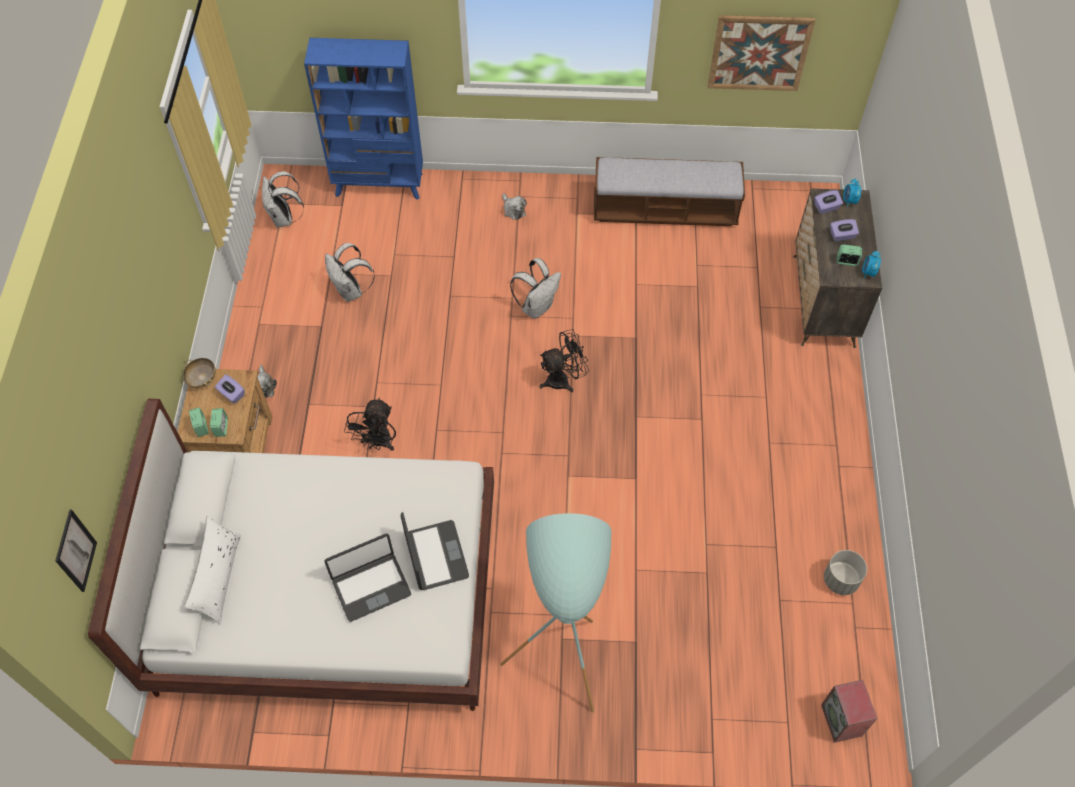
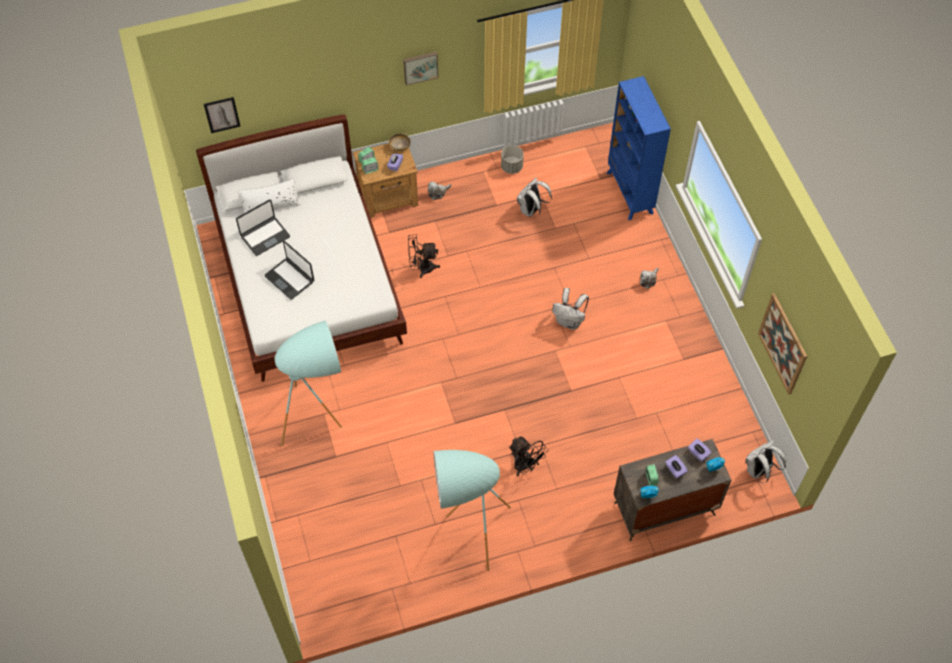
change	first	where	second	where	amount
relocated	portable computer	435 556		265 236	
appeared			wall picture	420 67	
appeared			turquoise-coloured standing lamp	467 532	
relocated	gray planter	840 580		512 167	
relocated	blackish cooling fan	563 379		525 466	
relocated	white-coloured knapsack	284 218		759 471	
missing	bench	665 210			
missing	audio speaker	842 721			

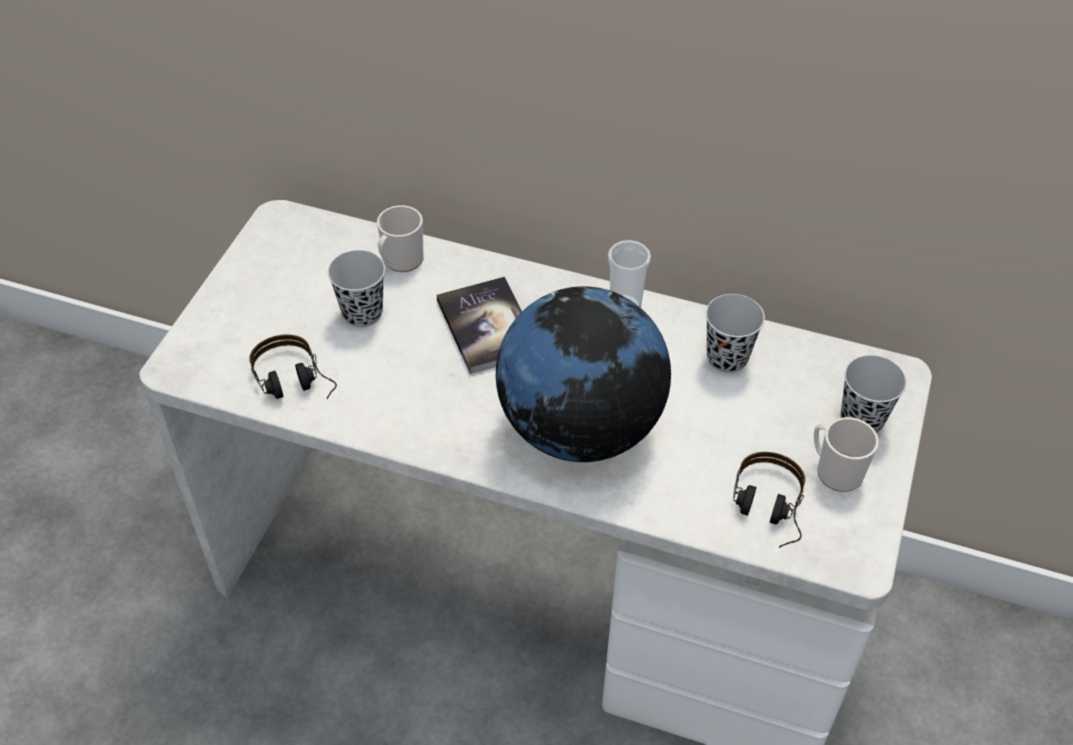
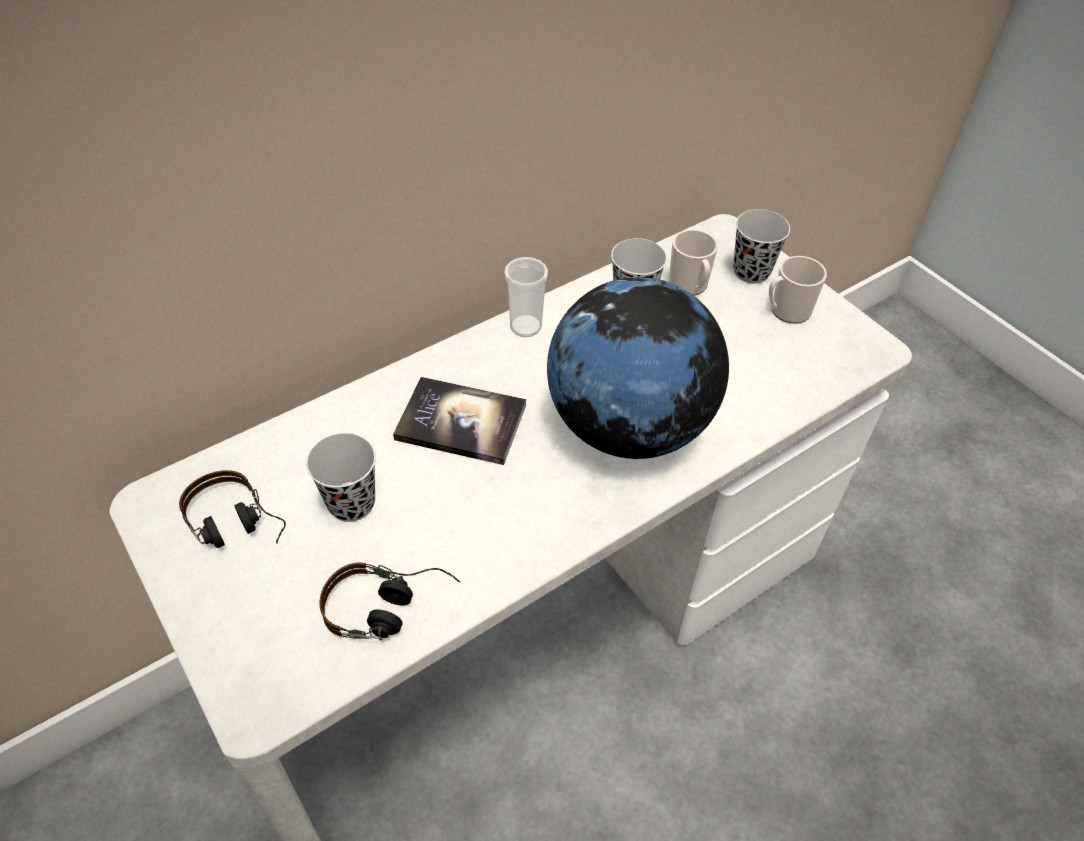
change	first	where	second	where	amount
relocated	headphones	766 513		237 529	
relocated	coffee mug	400 261		690 286	

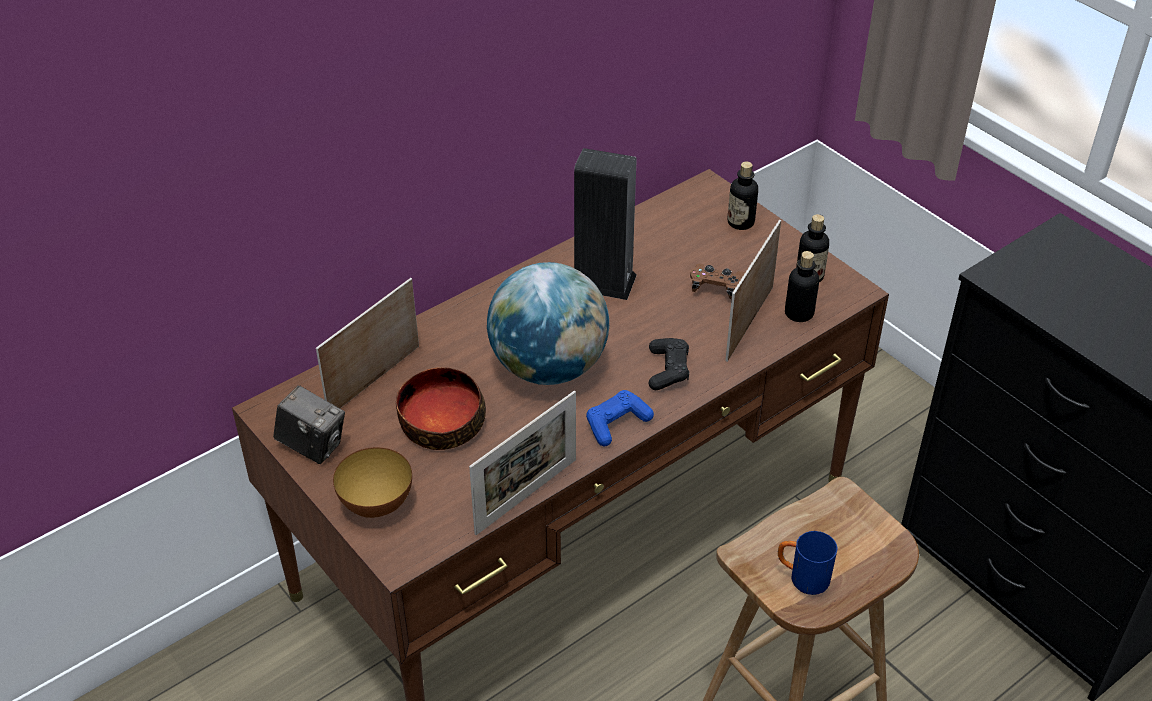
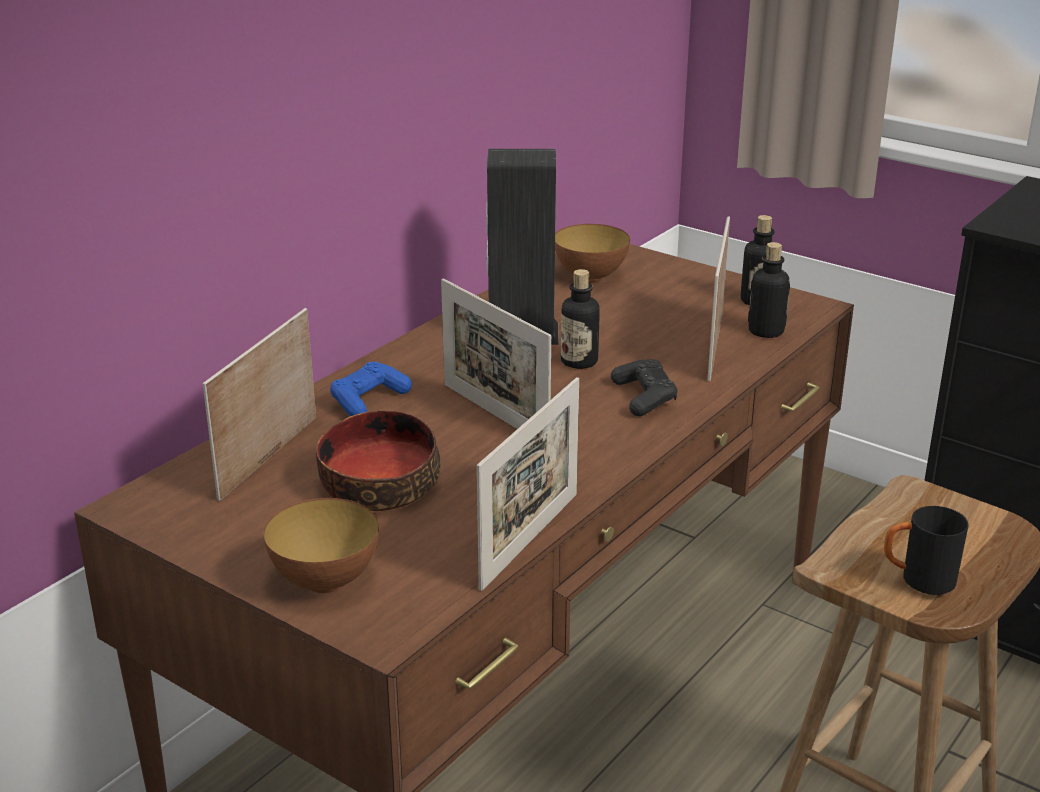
change	first	where	second	where	amount
relocated	blue-coloured joypad	616 424		368 401	
exchanged	desk globe	549 367	photo frame	495 414	
appeared			deep dish	590 277	
relocated	drink bottle	740 222		579 361	
colour	blue-coloured coffee mug	802 577	blackish coffee mug	917 580	
missing	photo camera	313 445			
missing	brownish joypad	716 287			

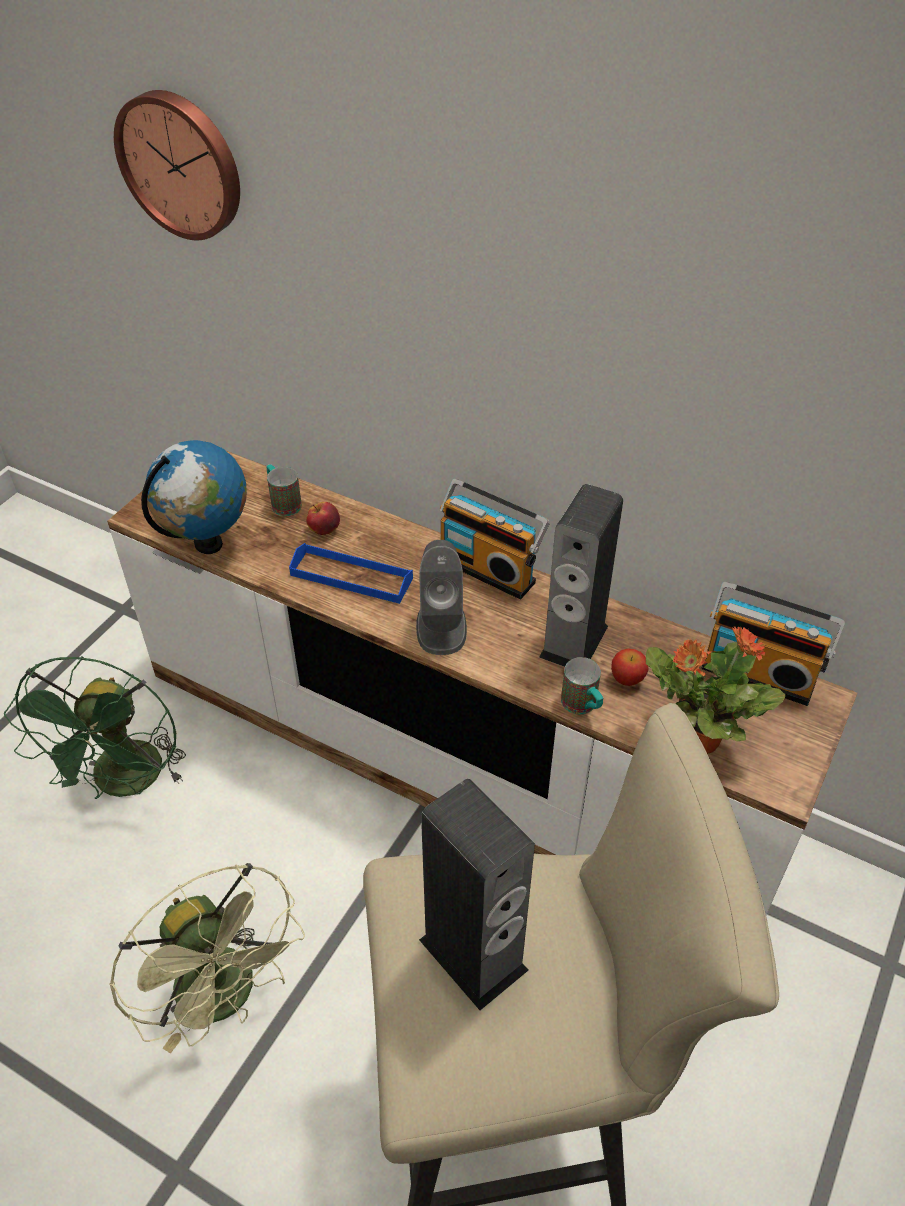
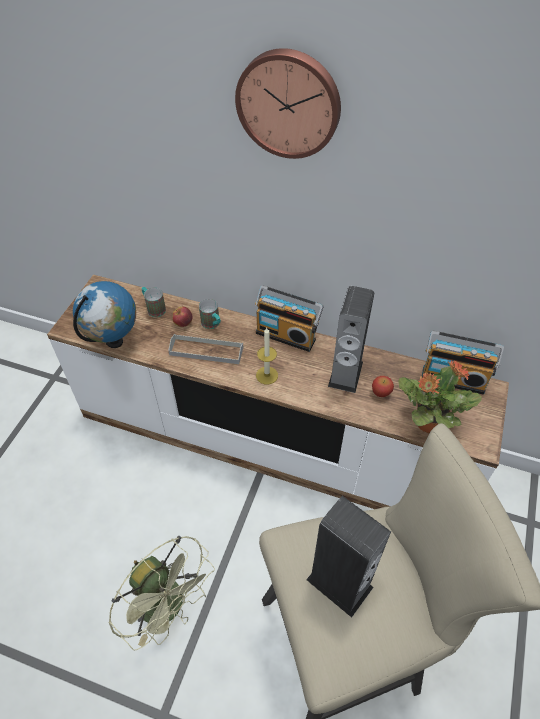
change	first	where	second	where	amount
colour	blue-coloured carrying tray	351 577	gray carrying tray	206 351	
relocated	coffee mug	583 706		212 325	
relocated	hanging clock	182 164		289 103	
exchanged	gray audio speaker	441 626	wax light	267 375	
missing	green-coloured cooling fan	126 783			

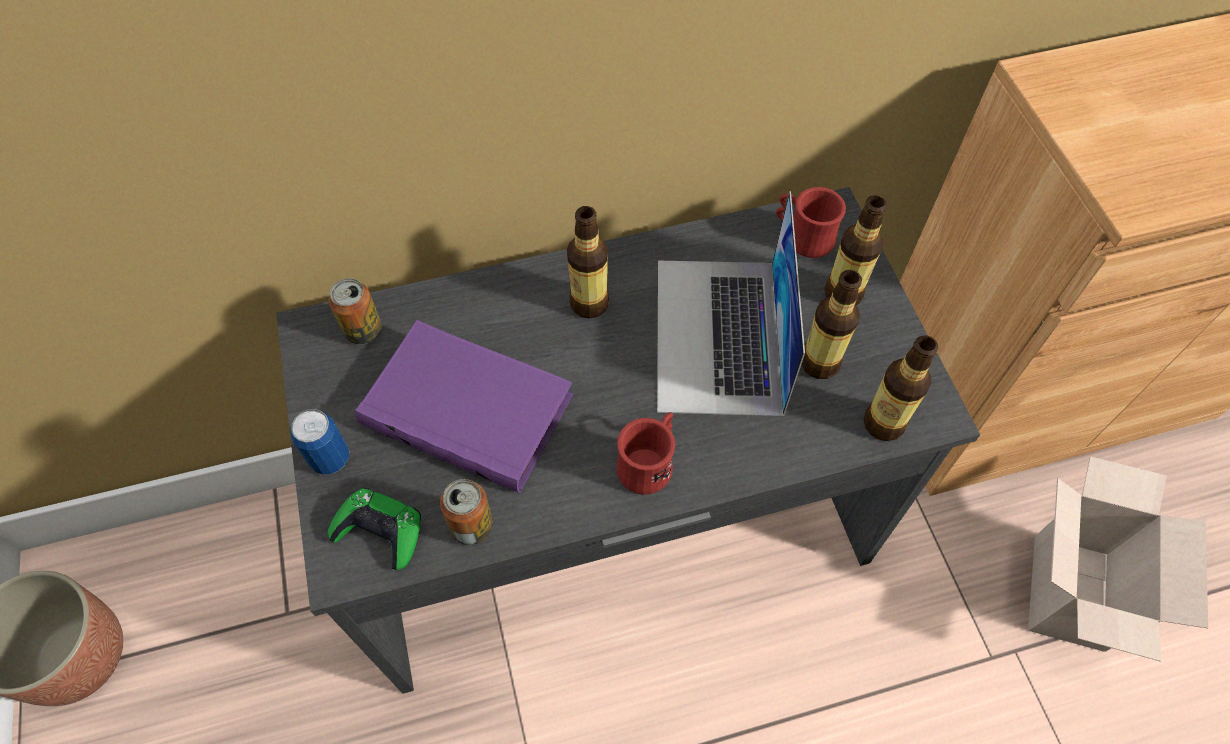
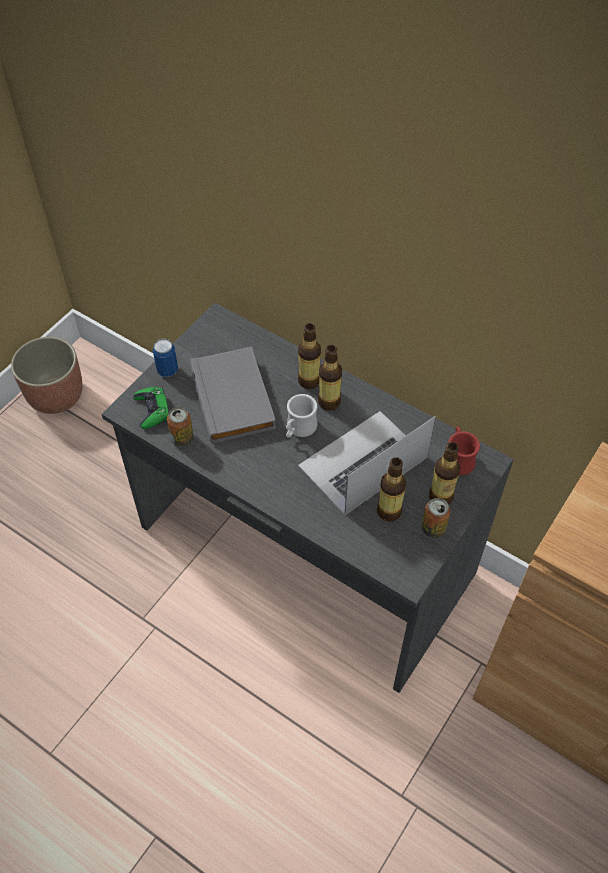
change	first	where	second	where	amount
colour	purplish book	471 407	gray book	235 398	
appeared			white-coloured coffee mug	299 429	
relocated	drink bottle	883 423		309 381	
relocated	can	363 330		433 529	
missing	red-coloured coffee mug	649 462			
missing	carton	1071 596			

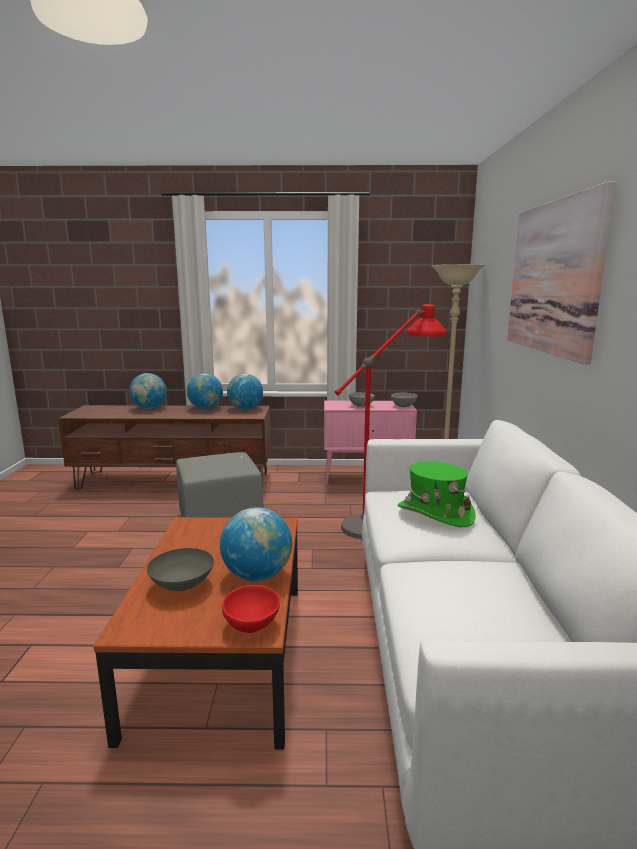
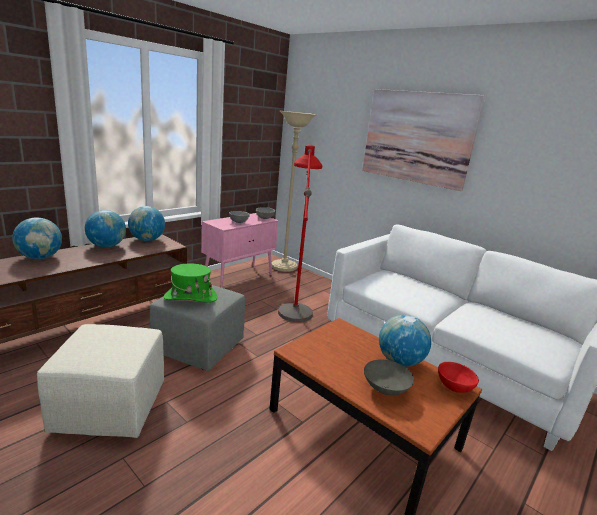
change	first	where	second	where	amount
appeared			beige-coloured ottoman	110 407	
relocated	green-coloured wearable hat	435 513		190 297	

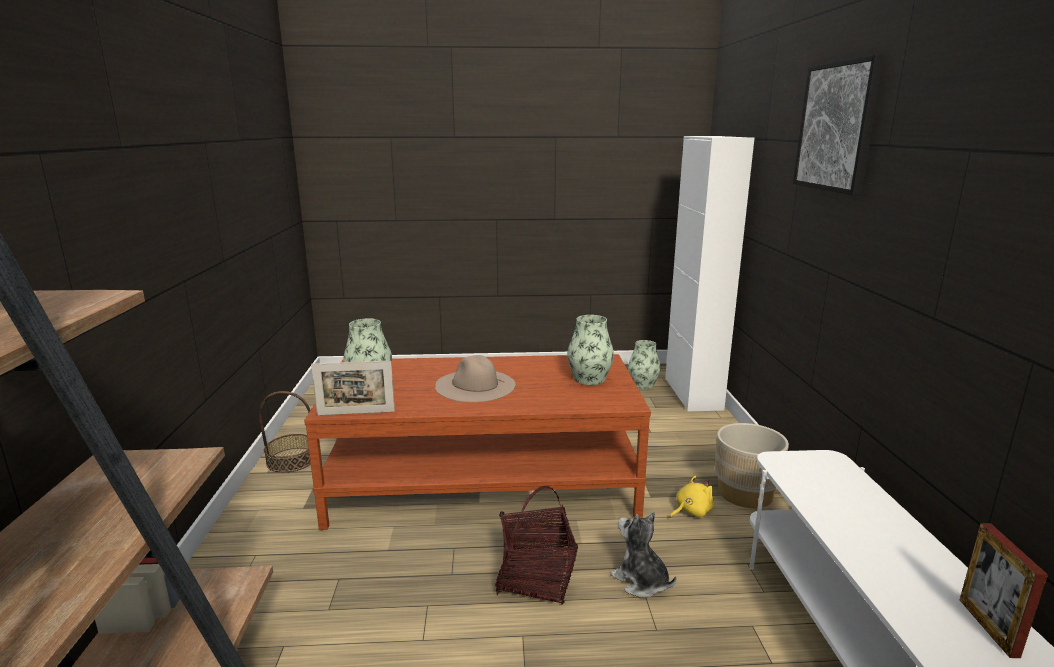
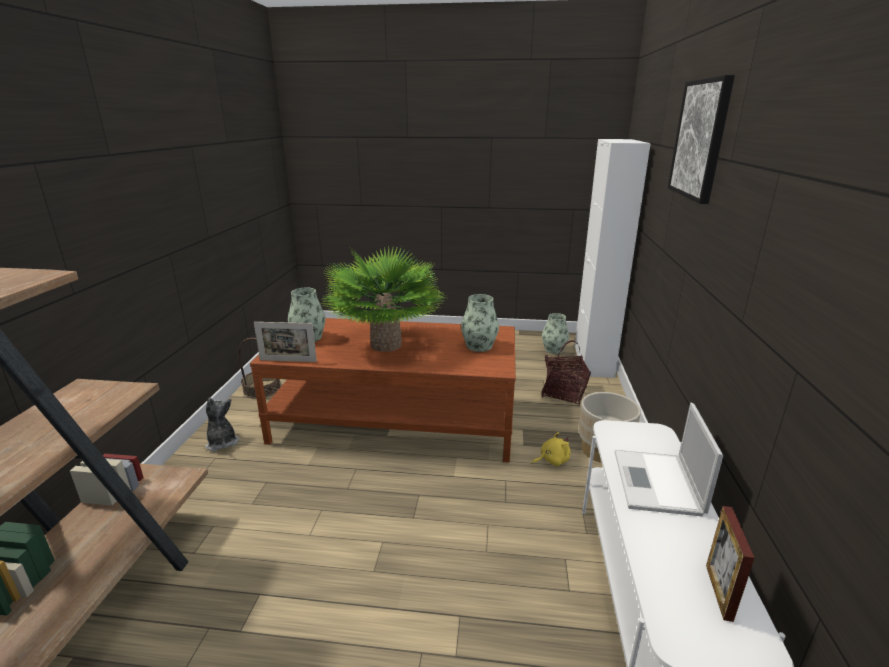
change	first	where	second	where	amount
relocated	cuddly toy	641 581		222 442	
exchanged	beige-coloured wearable hat	475 385	houseplant	386 345	
relocated	storage basket	537 577		564 393	
appeared			portable computer	657 483	

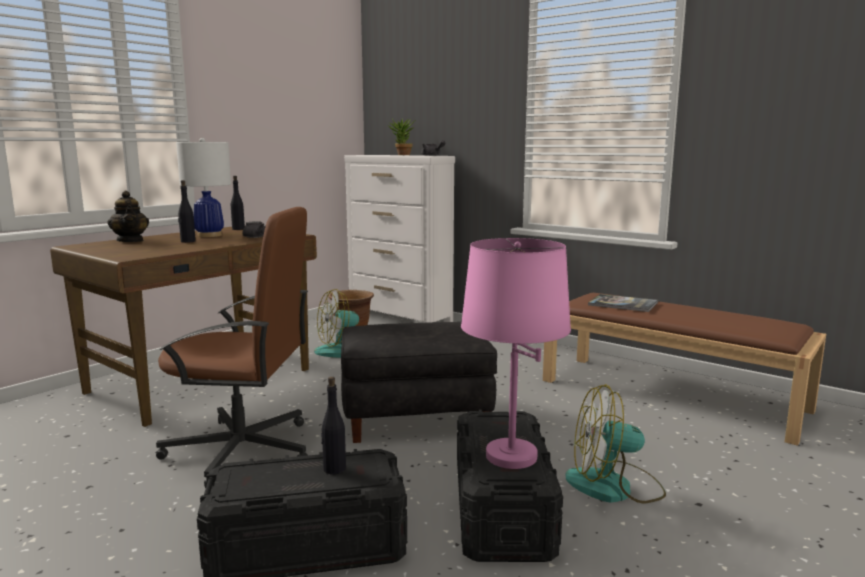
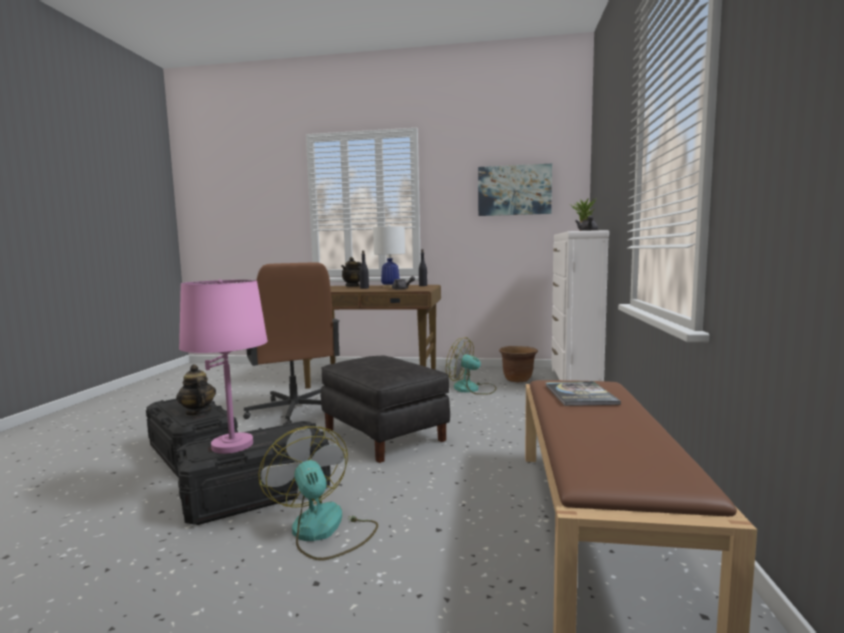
change	first	where	second	where	amount
exchanged	blackish drink bottle	334 469	tea pot	197 412	
appeared			wall picture	514 190	

